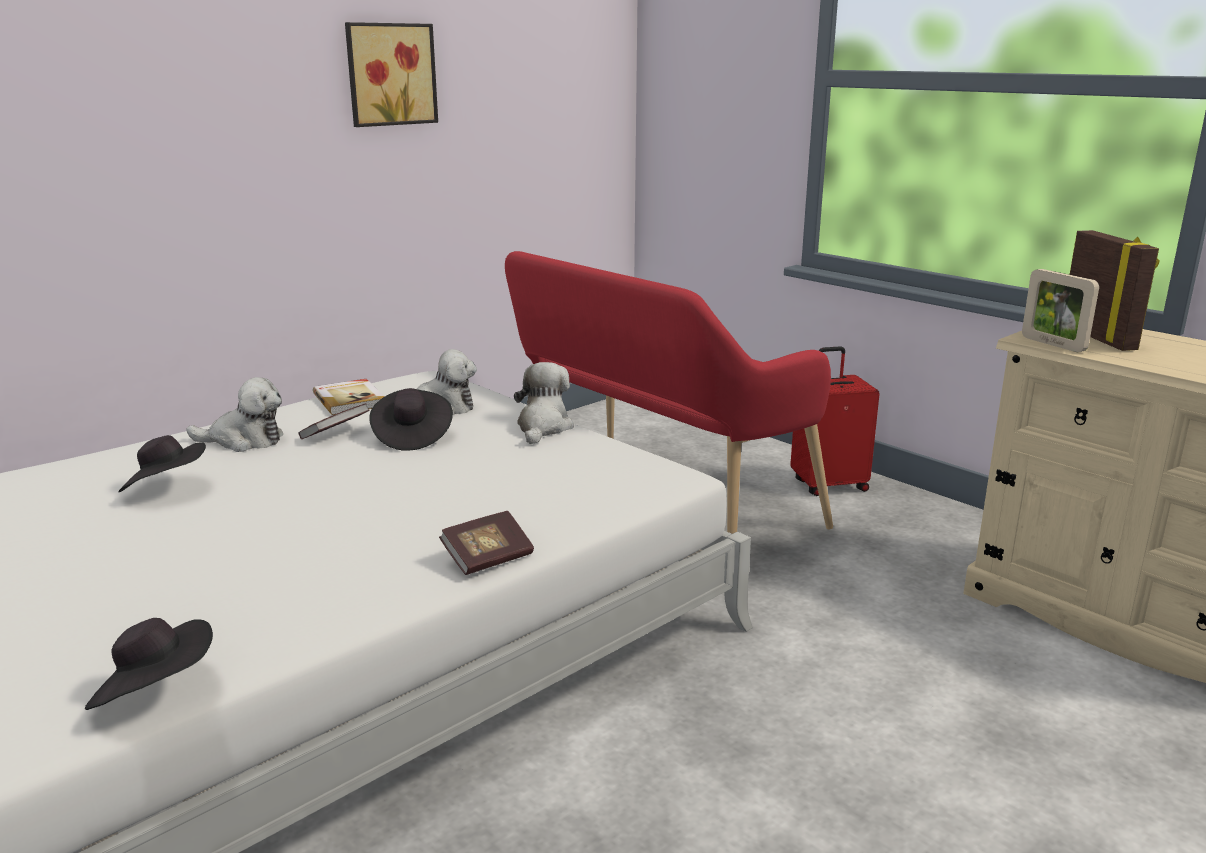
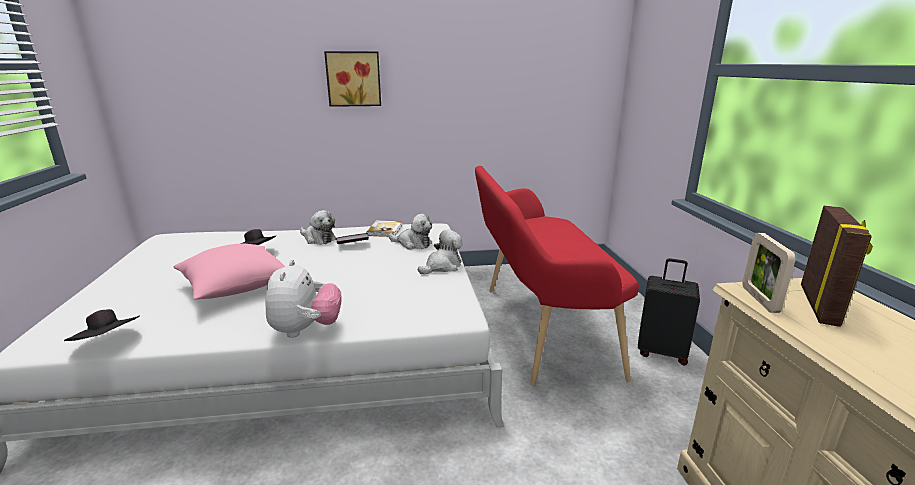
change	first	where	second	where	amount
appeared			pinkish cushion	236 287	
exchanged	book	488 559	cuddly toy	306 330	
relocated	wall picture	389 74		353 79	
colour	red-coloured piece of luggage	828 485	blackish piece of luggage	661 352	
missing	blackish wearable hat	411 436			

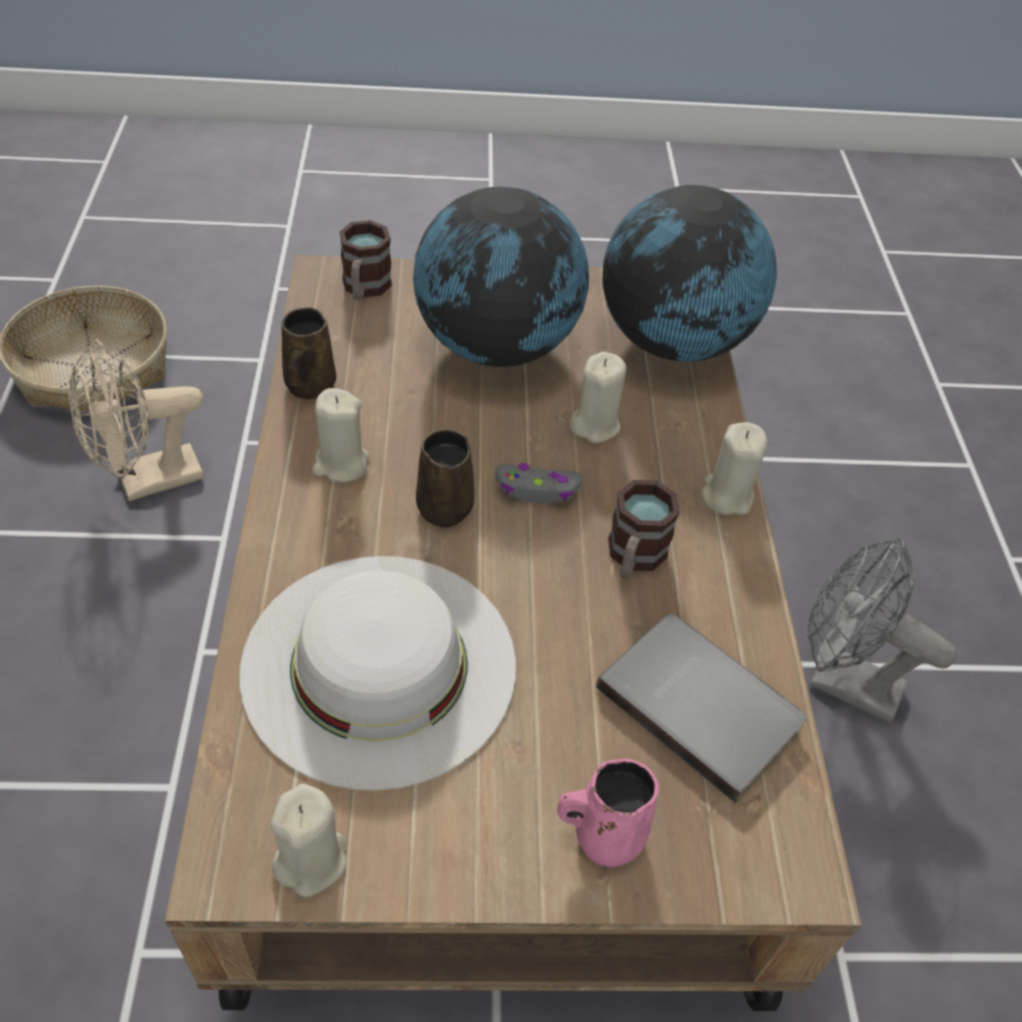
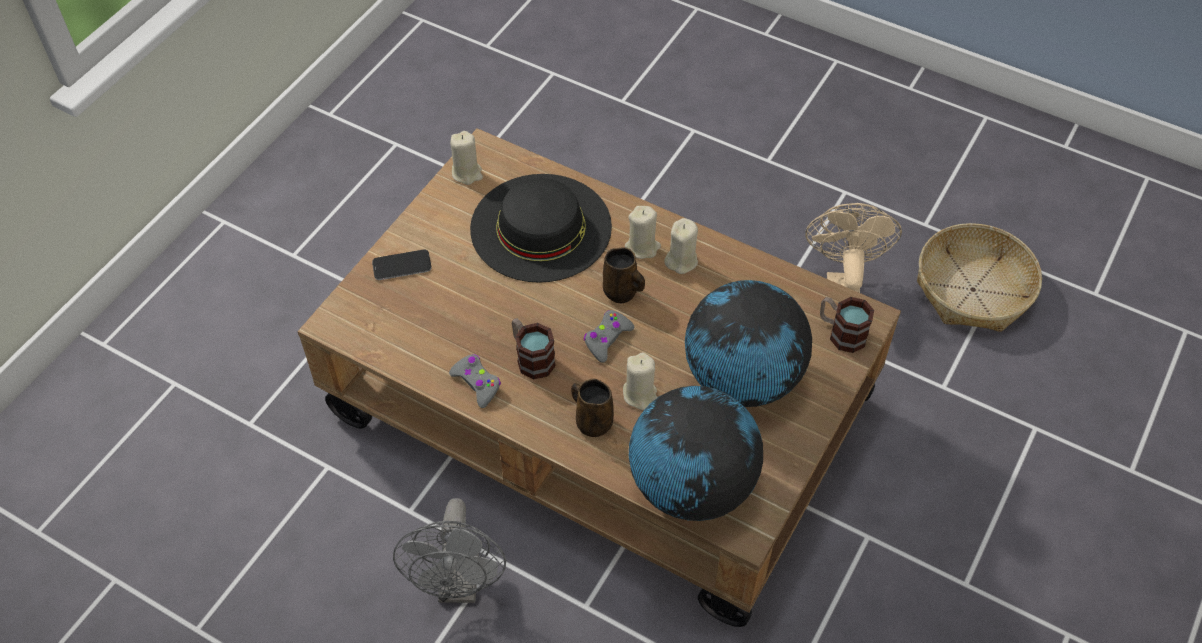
change	first	where	second	where	amount
exchanged	pinkish coffee mug	604 836	telephone	402 266	
spun	gray cooling fan	840 681		459 585	120 degrees clockwise
appeared			gray joypad	477 383	
colour	white-coloured wearable hat	379 664	blackish wearable hat	541 227	
relocated	brownish coffee mug	309 387		592 422	
relocated	beige-coloured wax light	726 496		642 247	
missing	gray book	703 703			

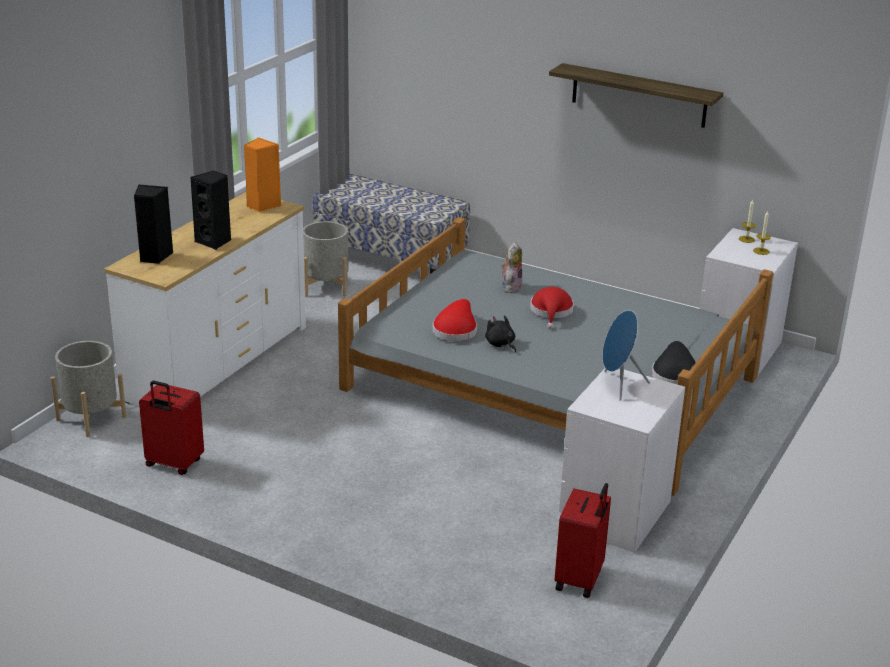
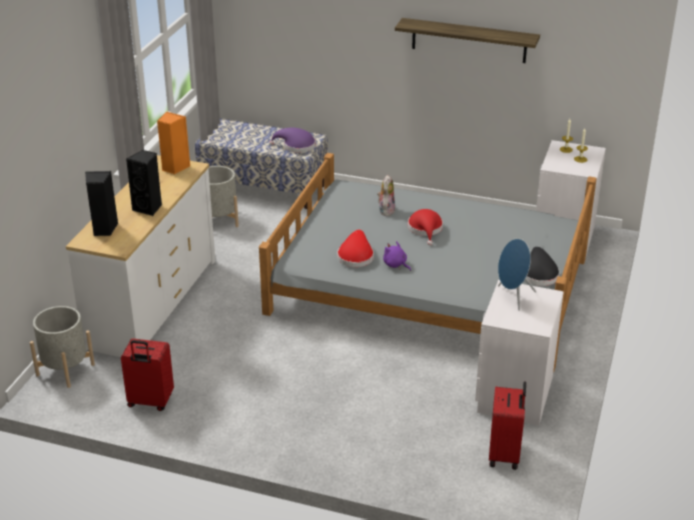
change	first	where	second	where	amount
appeared			purplish wearable hat	296 146	
colour	blackish cuddly toy	500 344	purplish cuddly toy	395 265	

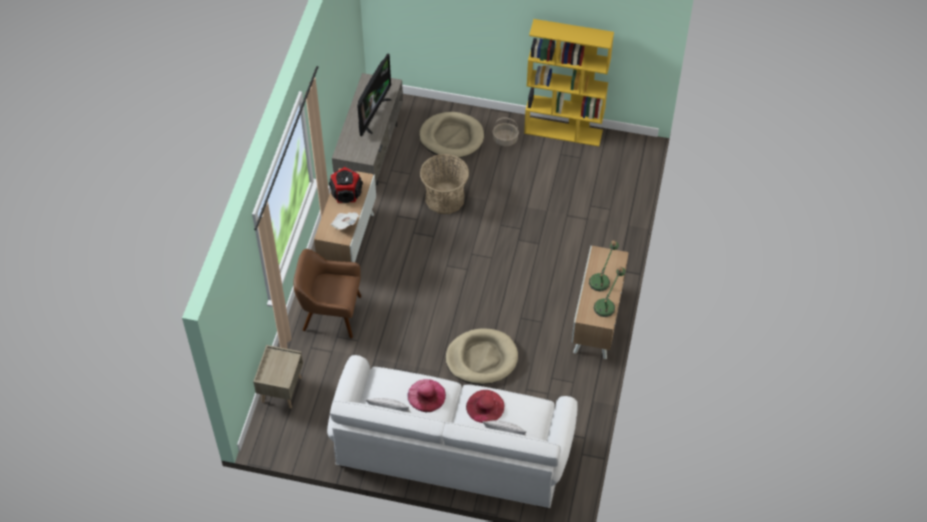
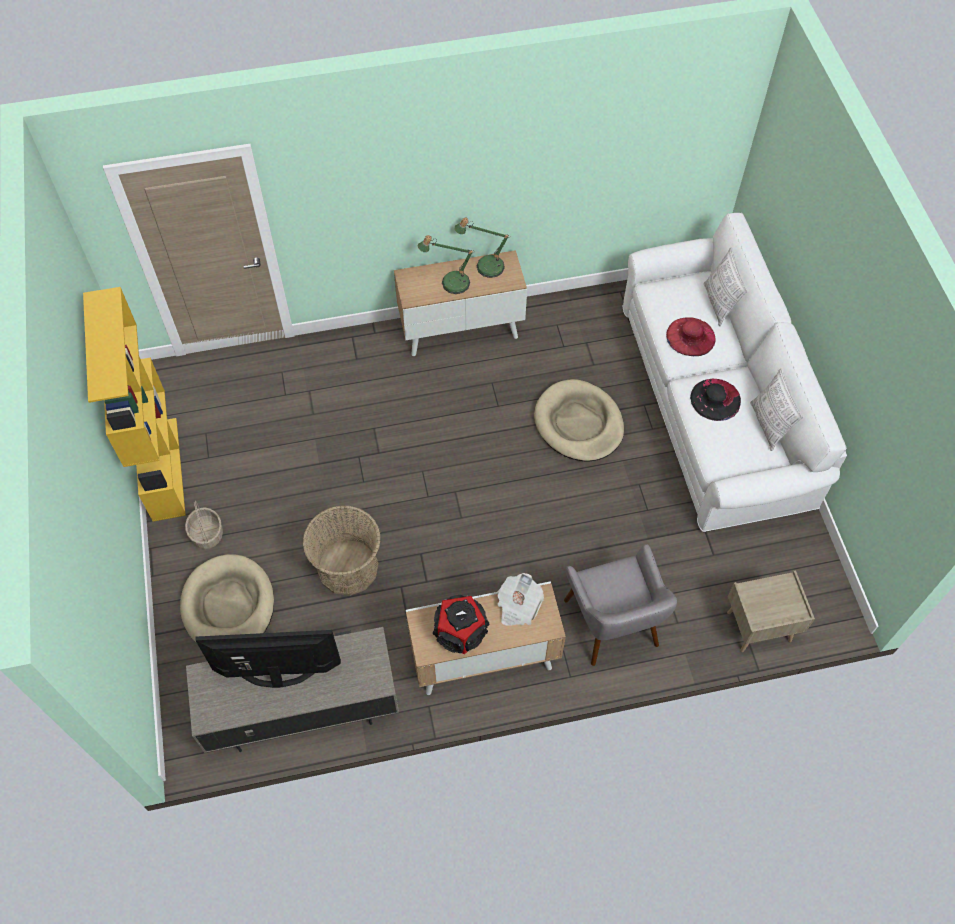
change	first	where	second	where	amount
colour	brownish easy chair	331 314	gray easy chair	612 623	
colour	pinkish wearable hat	426 395	blackish wearable hat	715 399	

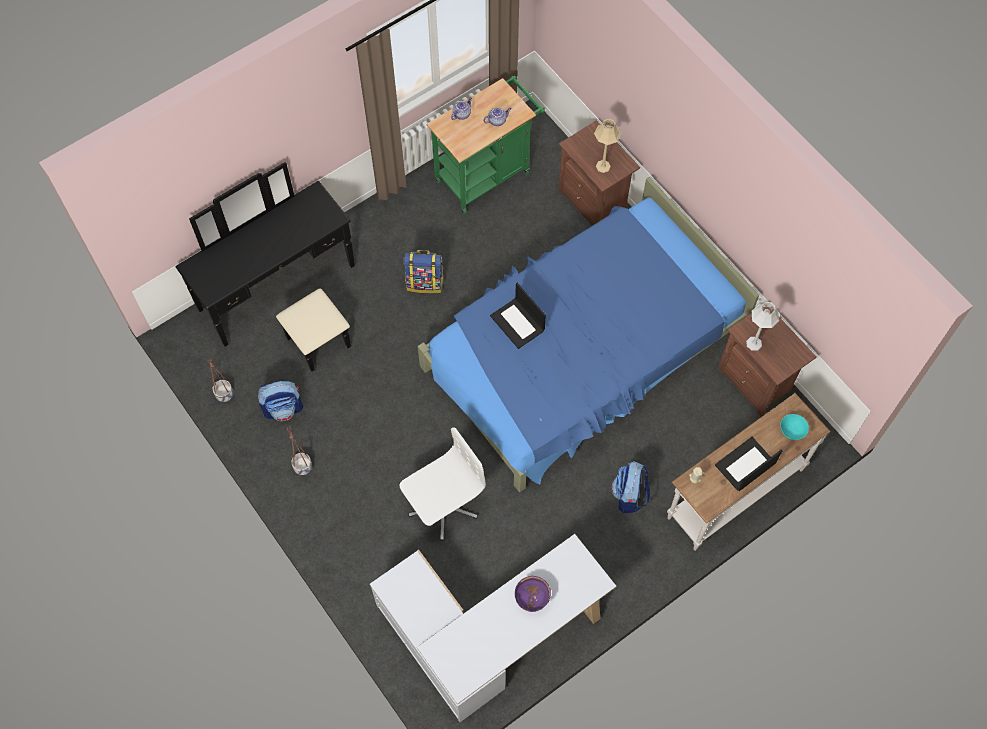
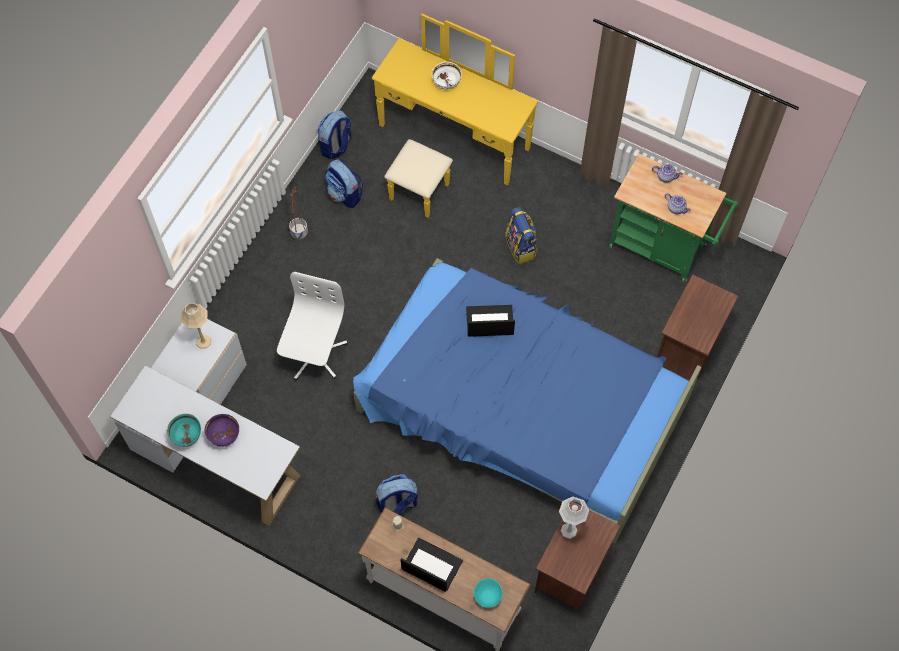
change	first	where	second	where	amount
appeared			turquoise-coloured deep dish	187 436	
relocated	beige-coloured lamp for a table	603 166		203 341	
spun	white-coloured office chair	442 506		314 354	105 degrees counterclockwise
exchanged	planter	225 395	knapsack	336 146	
colour	blackish dresser	287 299	yellow-coloured dresser	447 149	
appeared			white-coloured deep dish	446 84	
spun	portable computer	518 323		489 322	60 degrees clockwise

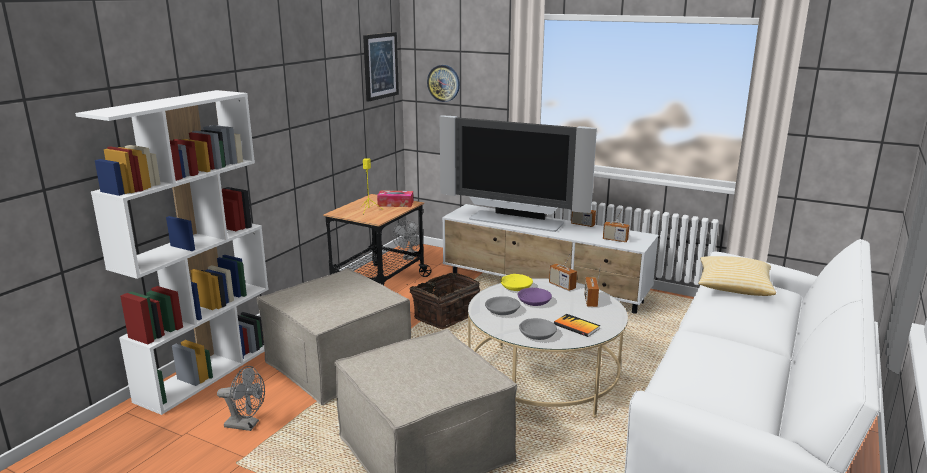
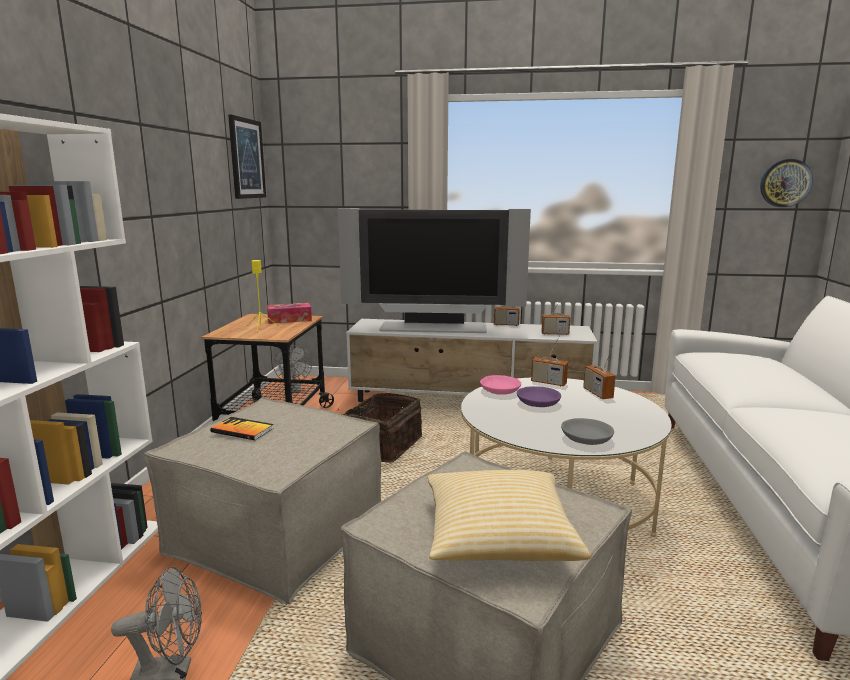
change	first	where	second	where	amount
relocated	book	576 326		242 430	
relocated	cushion	733 288		498 538	
colour	yellow-coloured deep dish	516 287	pinkish deep dish	499 390	
relocated	hanging clock	443 83		785 183	
missing	gray deep dish	503 311			

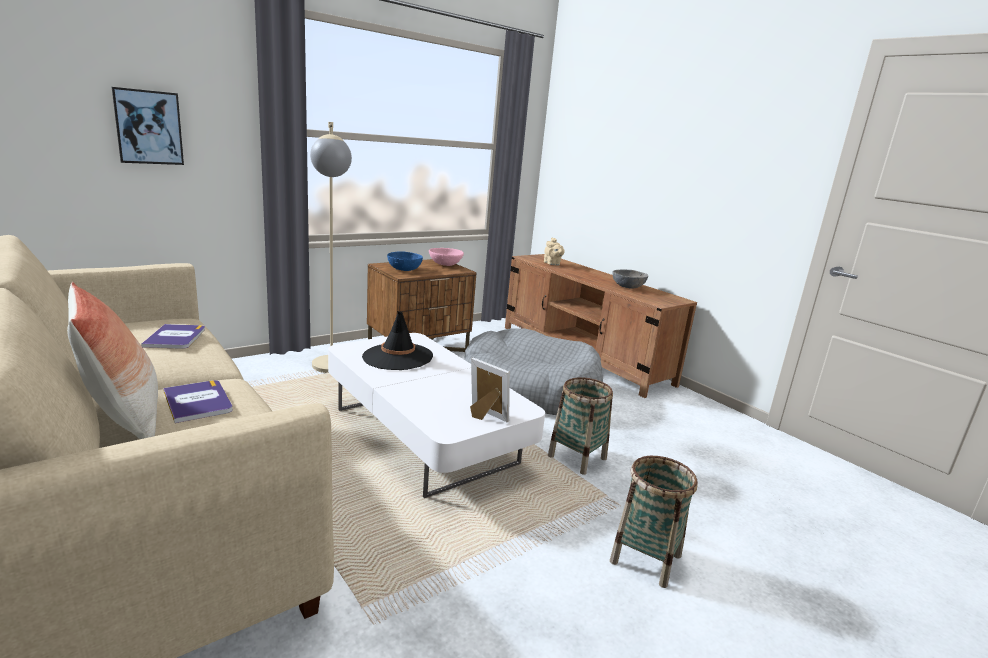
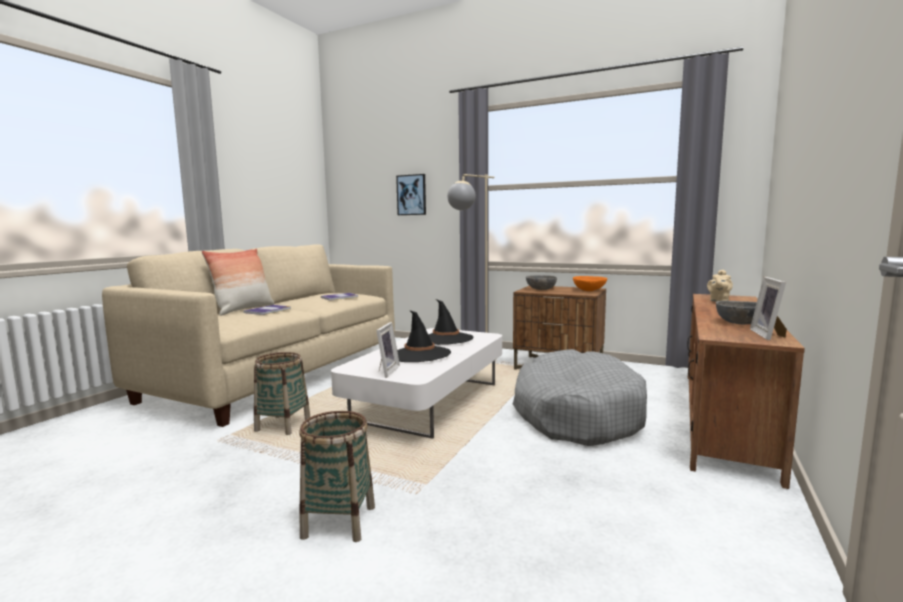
change	first	where	second	where	amount
relocated	storage basket	577 457		283 425	
appeared			blackish wearable hat	419 355	
colour	blue-coloured deep dish	404 269	gray deep dish	540 289	
colour	pinkish deep dish	445 264	orangey deep dish	589 290	
appeared			photo frame	769 335	

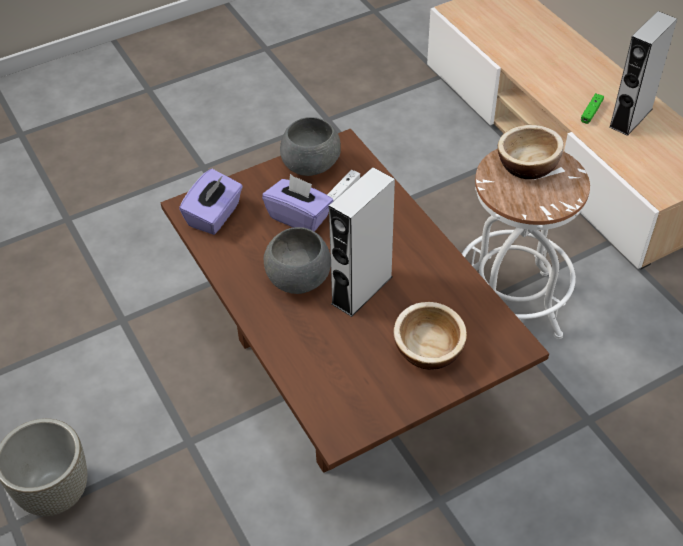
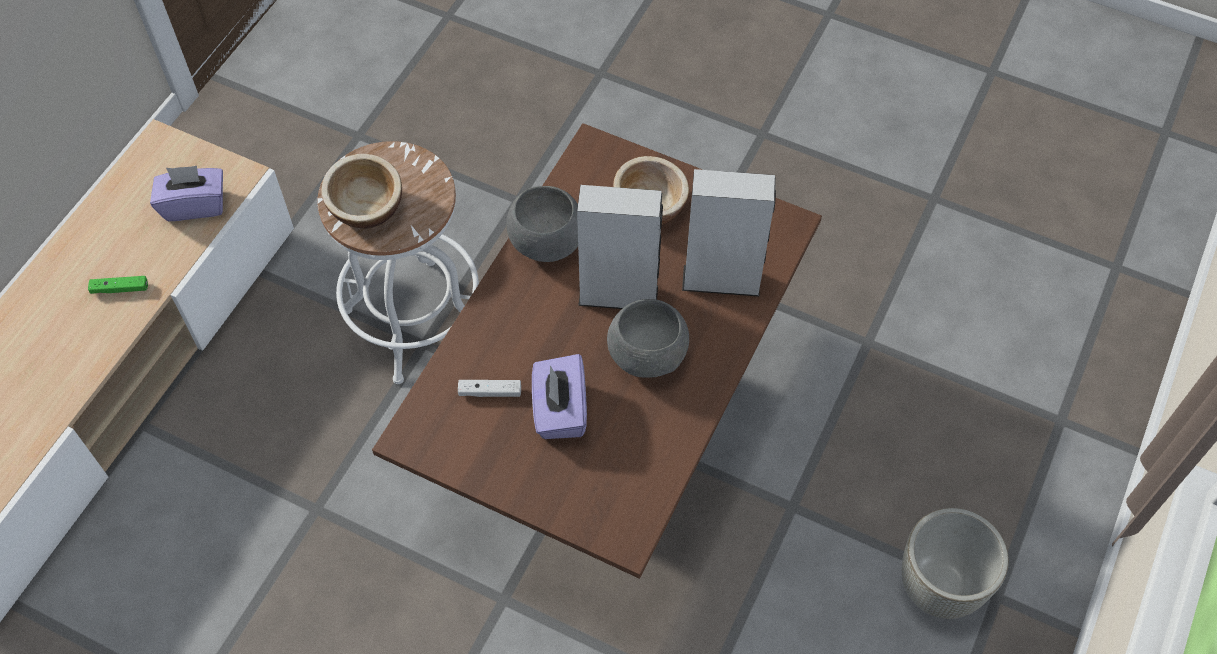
change	first	where	second	where	amount
relocated	purplish tissue holder	214 216		195 205	
relocated	gray deep dish	311 166		546 242	
relocated	gray audio speaker	631 117		721 280	

